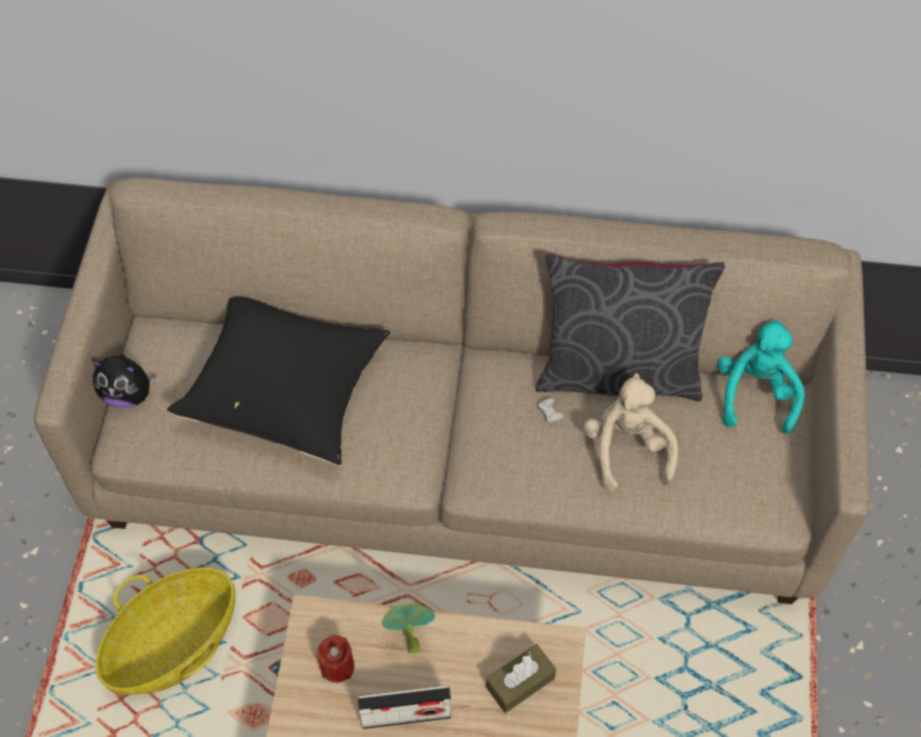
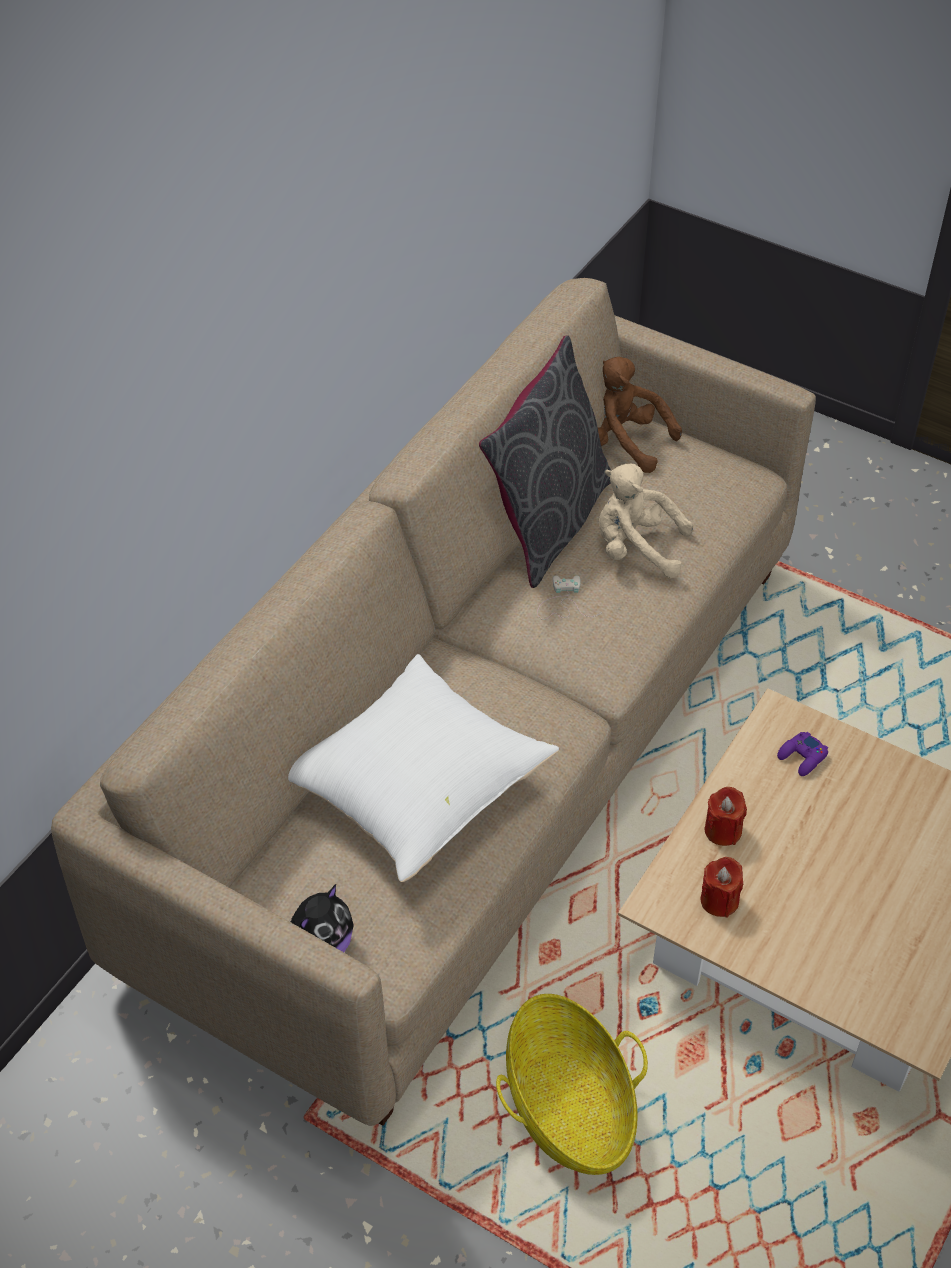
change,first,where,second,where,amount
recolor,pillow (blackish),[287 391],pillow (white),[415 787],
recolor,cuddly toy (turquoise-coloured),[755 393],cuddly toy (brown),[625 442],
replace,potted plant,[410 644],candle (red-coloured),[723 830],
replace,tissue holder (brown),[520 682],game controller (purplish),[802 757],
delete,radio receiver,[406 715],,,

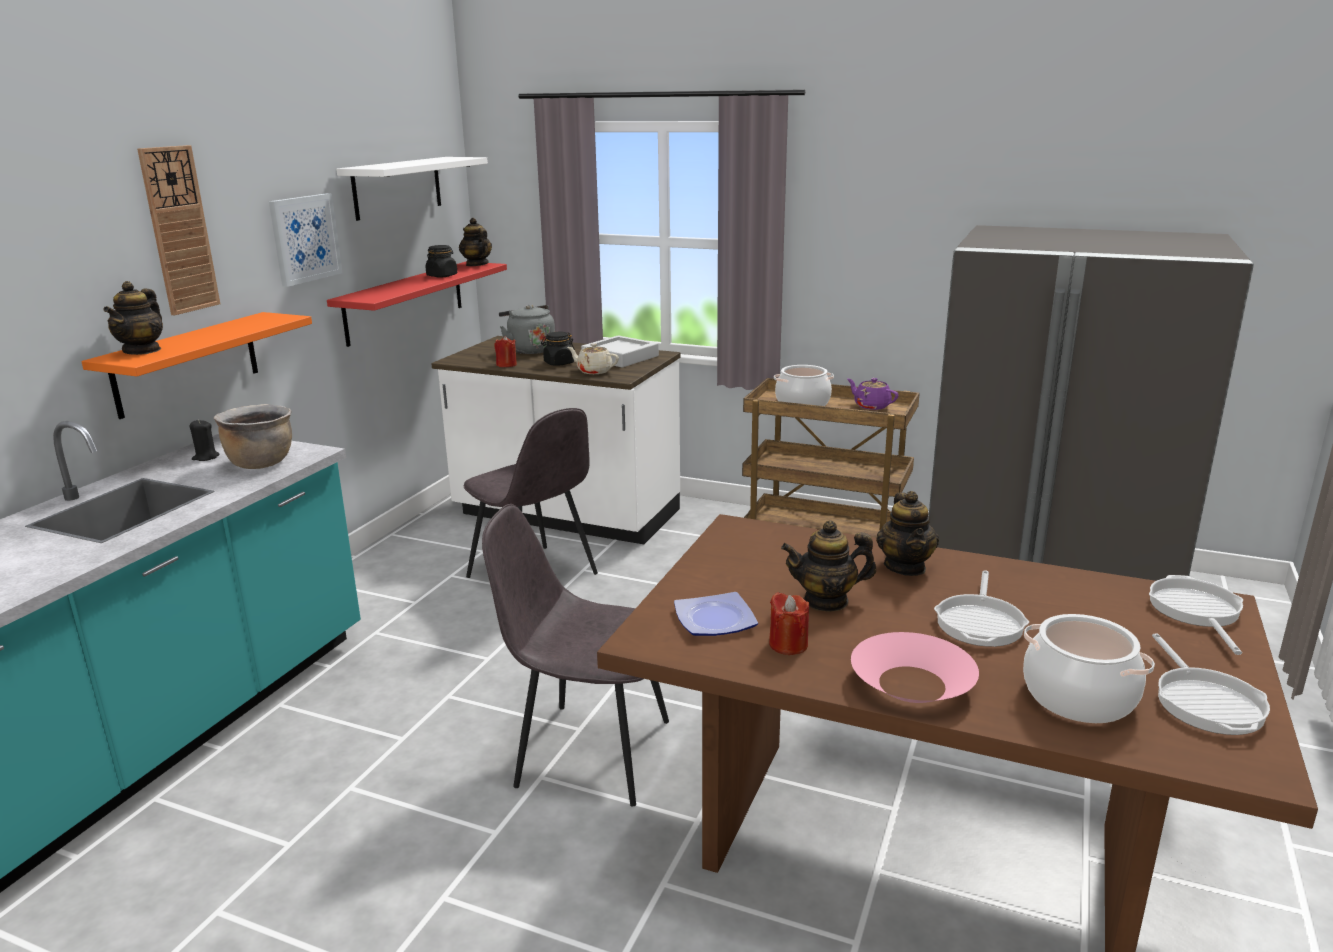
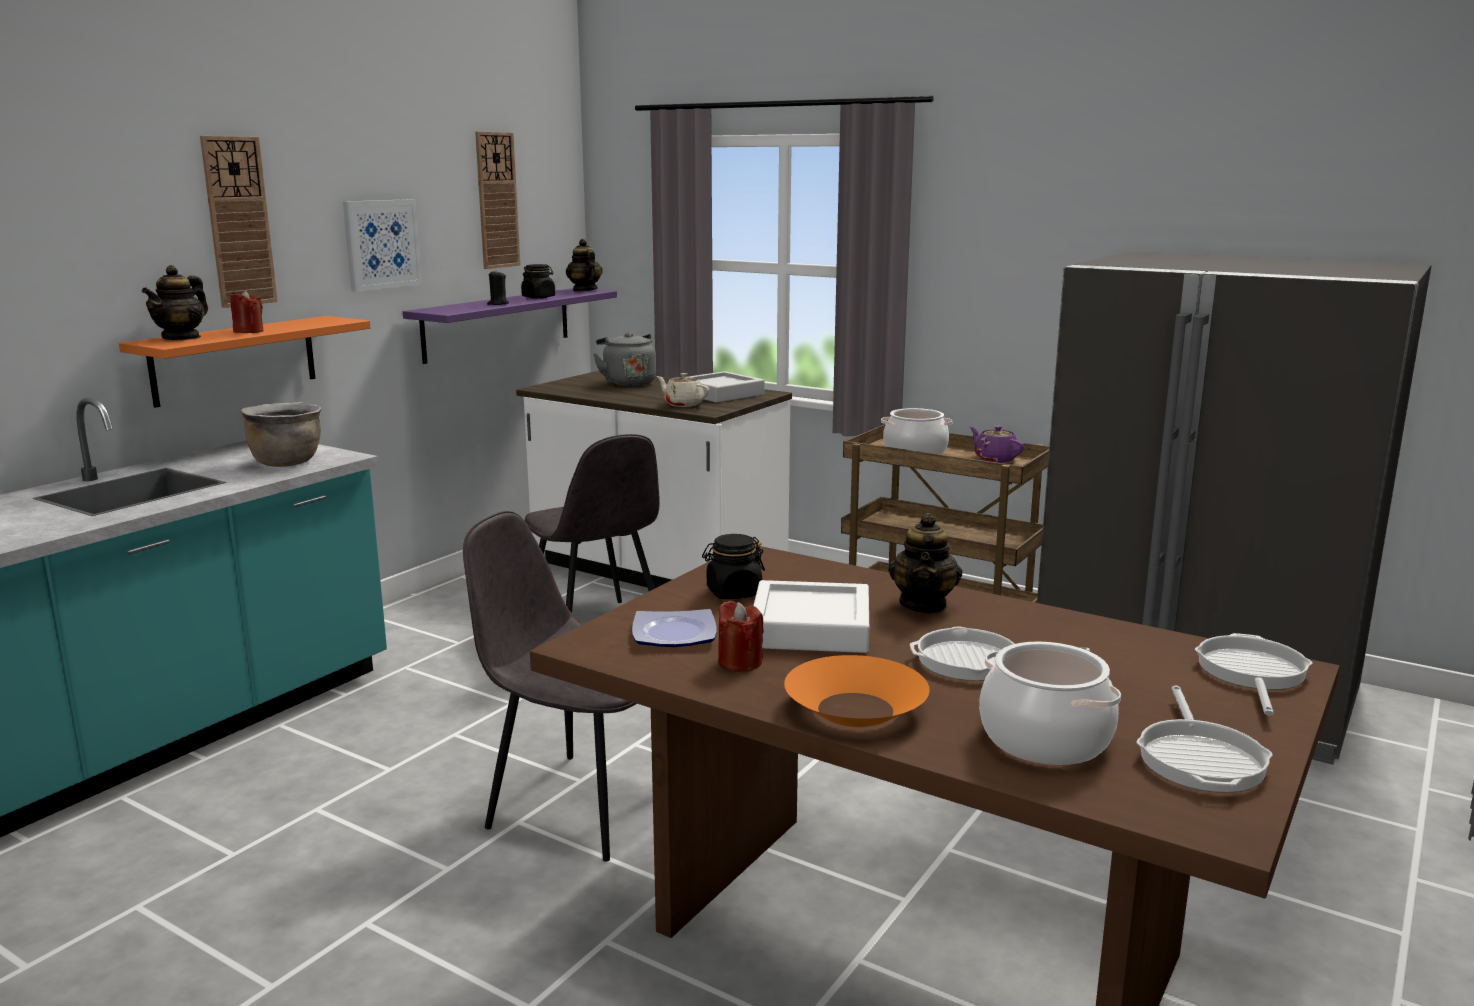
change,first,where,second,where,amount
replace,bracket shelf (white),[397 187],wall clock,[497 200],
recolor,bracket shelf (red-coloured),[405 302],bracket shelf (purplish),[498 324],
move,jar (blackish),[558 363],,[733 593],
move,candle (red-coloured),[506 365],,[248 331],
move,candle (blackish),[205 457],,[498 304],
replace,teapot,[826 601],tray (white),[810 628],
rotate,skillet,[980 622],,[976 661],60 degrees clockwise
recolor,serving bowl (pink-coloured),[911 684],serving bowl (orangey),[855 709],

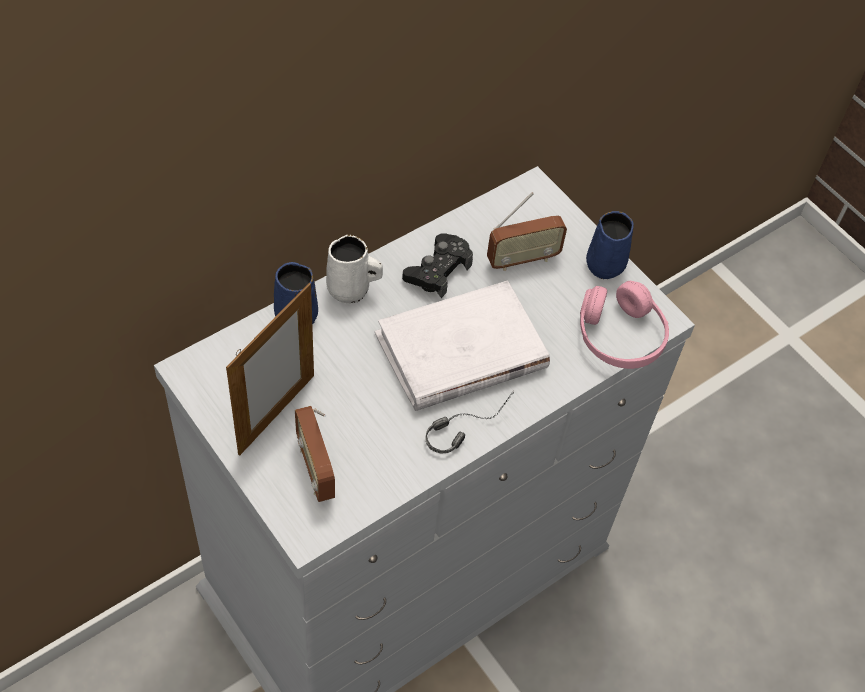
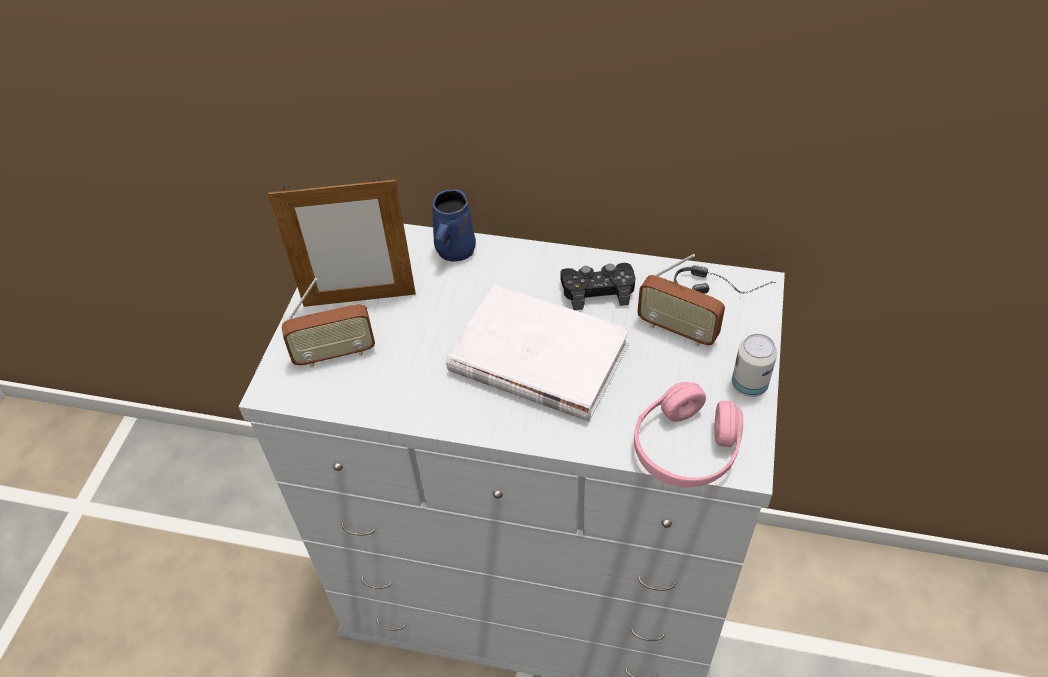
change,first,where,second,where,amount
replace,coffee mug (bluish),[606 263],sealed can,[749 385],
delete,coffee mug (white),[351 290],,,
move,headphones,[466 422],,[722 286],
rotate,radio receiver,[316 469],,[335 354],135 degrees counterclockwise

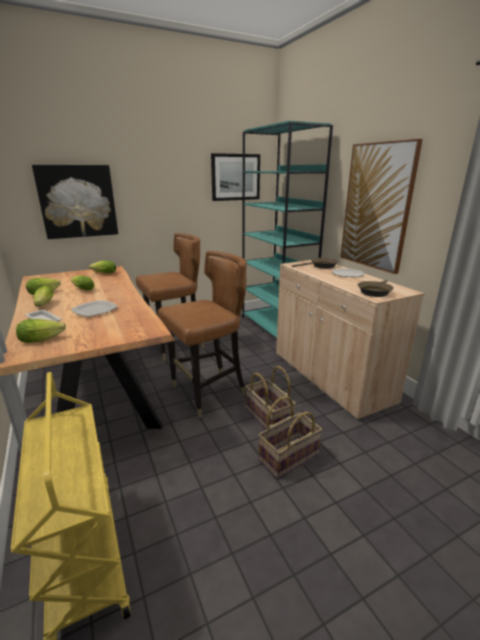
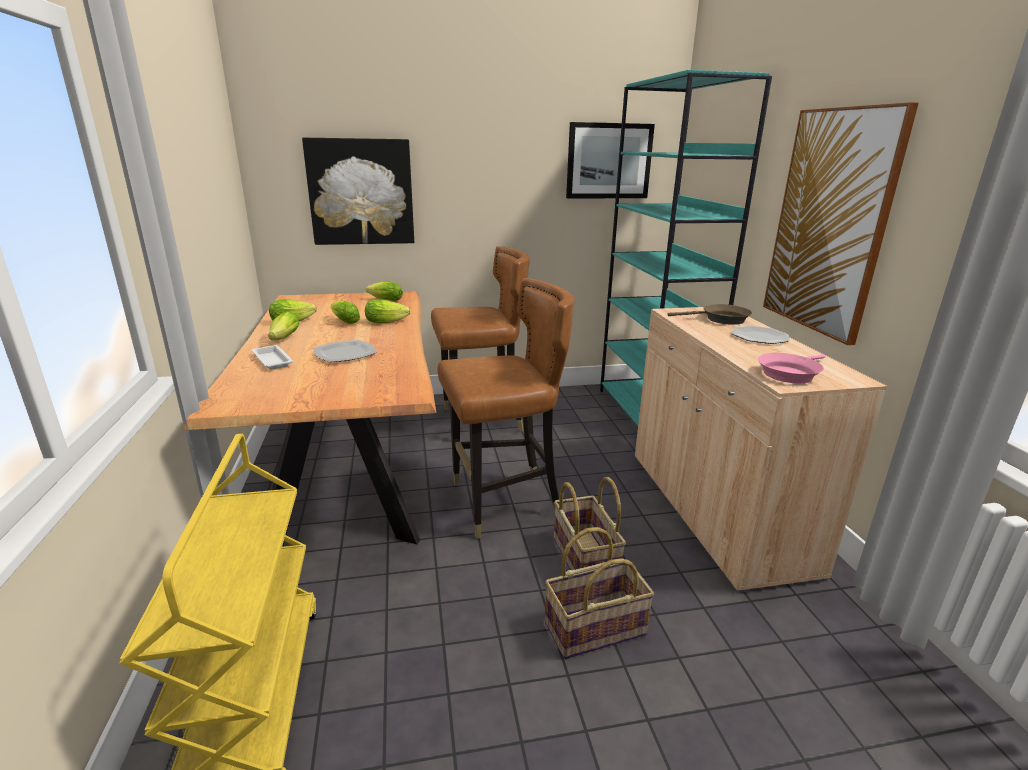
change,first,where,second,where,amount
recolor,skillet (brown),[374 292],skillet (pink-coloured),[790 373],
move,lettuce,[44 339],,[388 322],

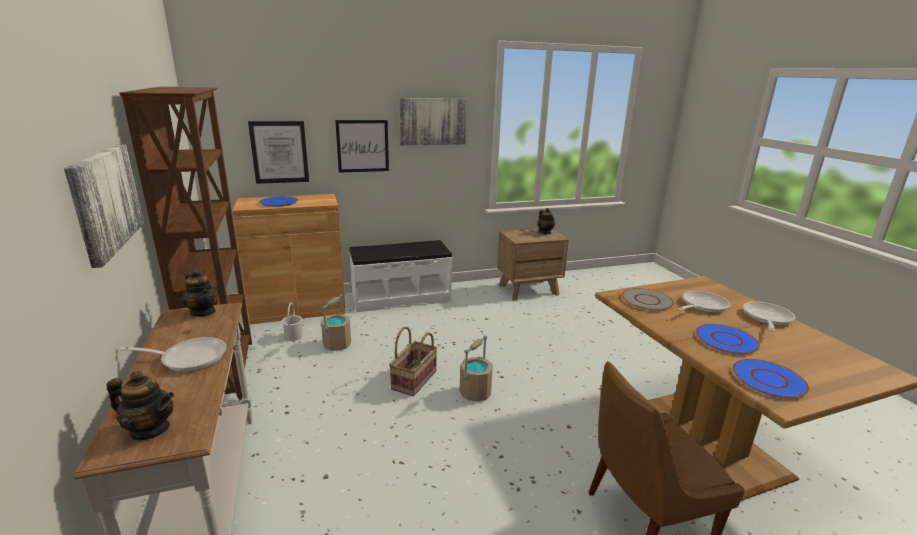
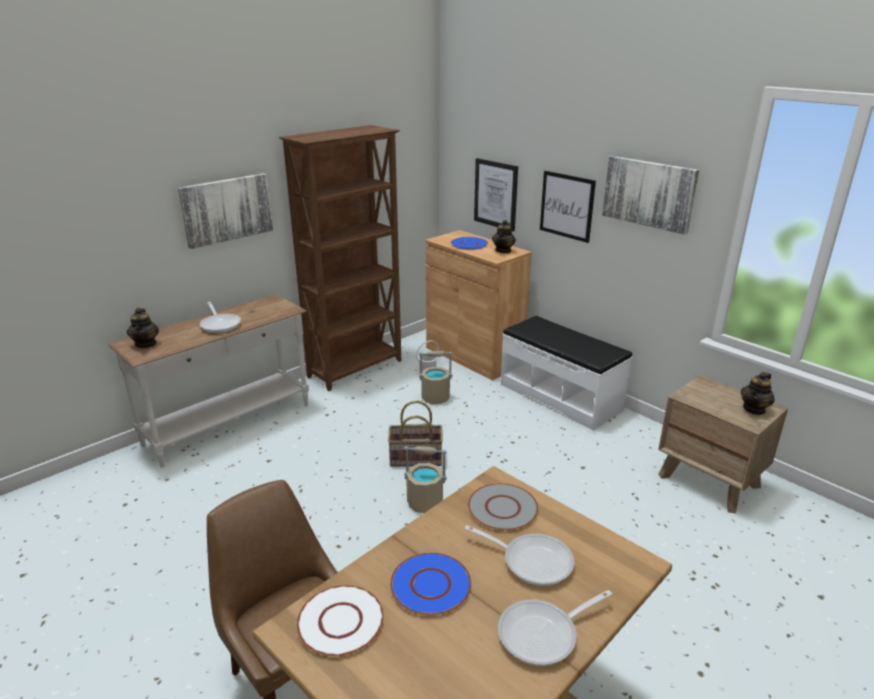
change,first,where,second,where,amount
move,teapot,[203 312],,[503 250],
rotate,skillet,[766 318],,[544 634],150 degrees clockwise
recolor,plate (bluish),[768 379],plate (white),[340 621],

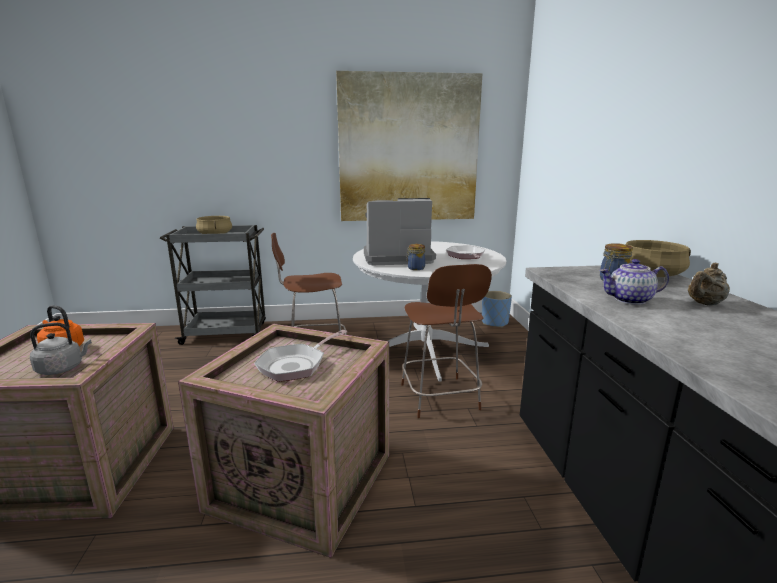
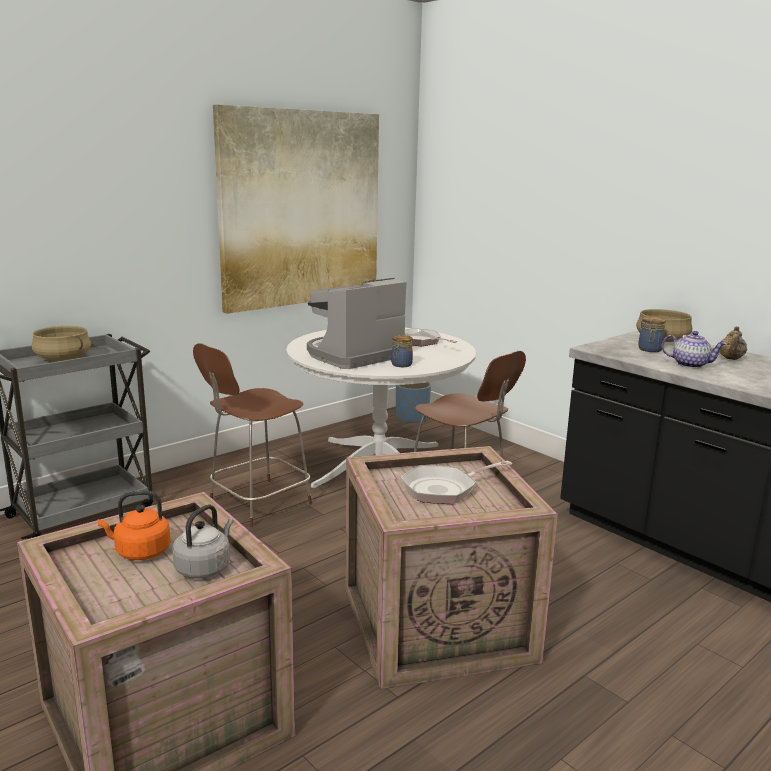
change,first,where,second,where,amount
rotate,teapot,[629 300],,[690 365],120 degrees counterclockwise
rotate,skillet,[296 365],,[444 489],60 degrees clockwise

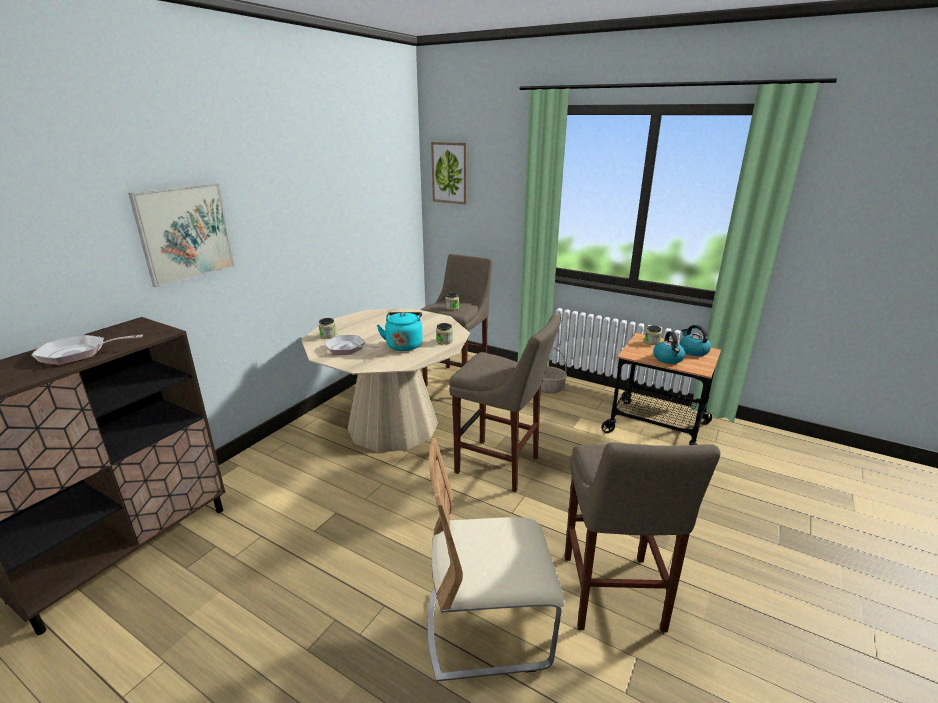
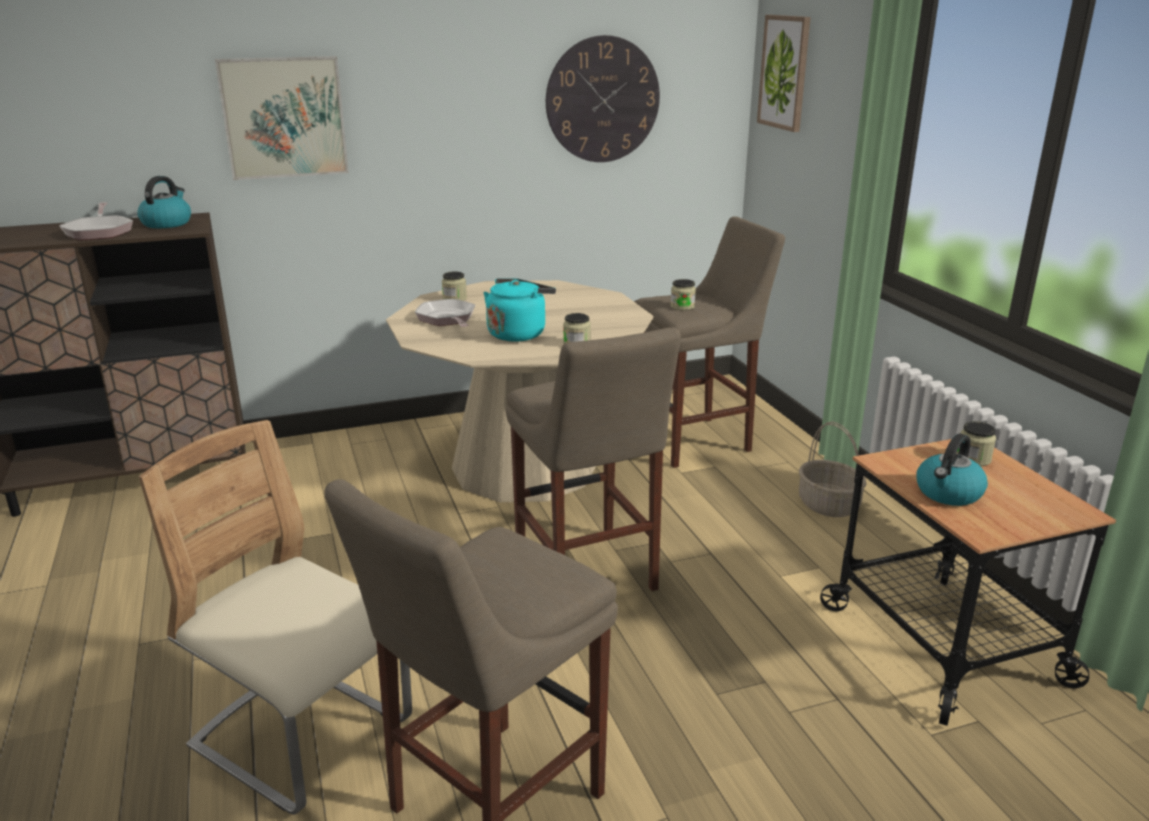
change,first,where,second,where,amount
move,water kettle,[693 351],,[167 223],
rotate,skillet,[78 353],,[99 231],135 degrees counterclockwise
insert,,,wall clock,[602 100],

